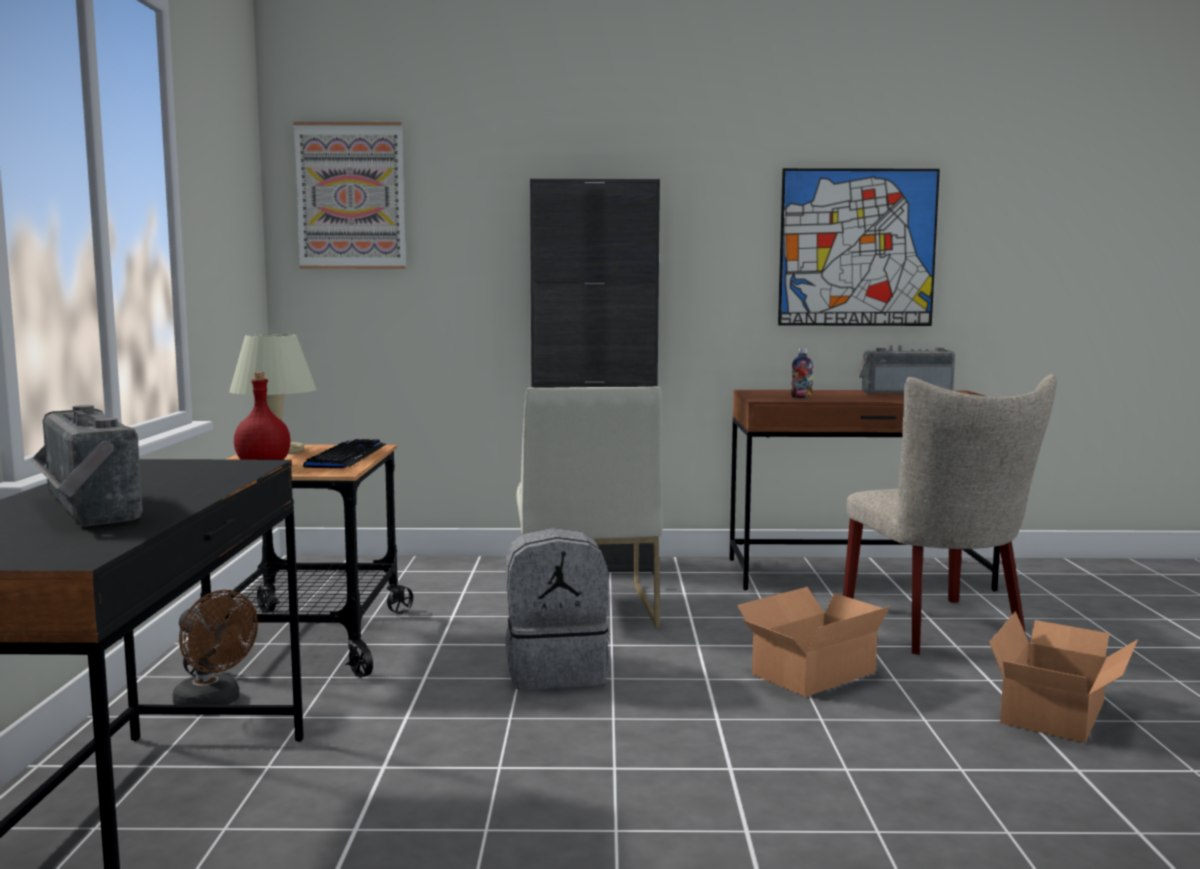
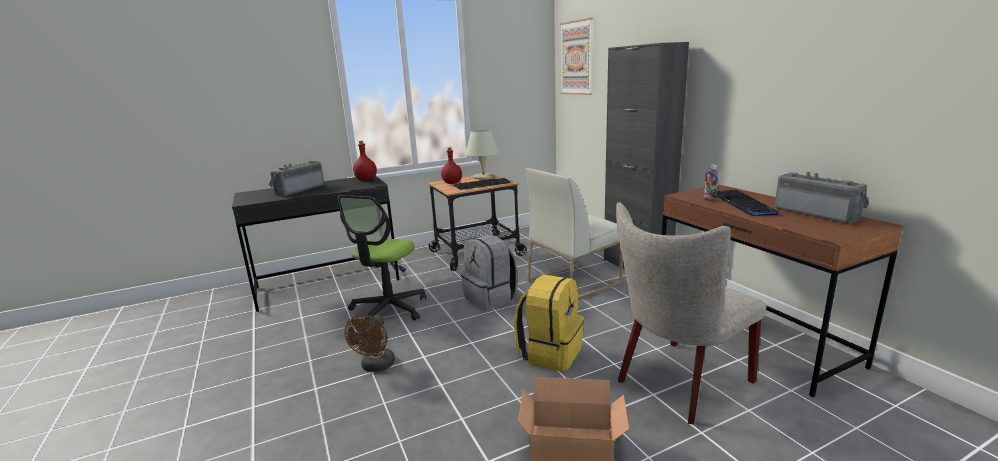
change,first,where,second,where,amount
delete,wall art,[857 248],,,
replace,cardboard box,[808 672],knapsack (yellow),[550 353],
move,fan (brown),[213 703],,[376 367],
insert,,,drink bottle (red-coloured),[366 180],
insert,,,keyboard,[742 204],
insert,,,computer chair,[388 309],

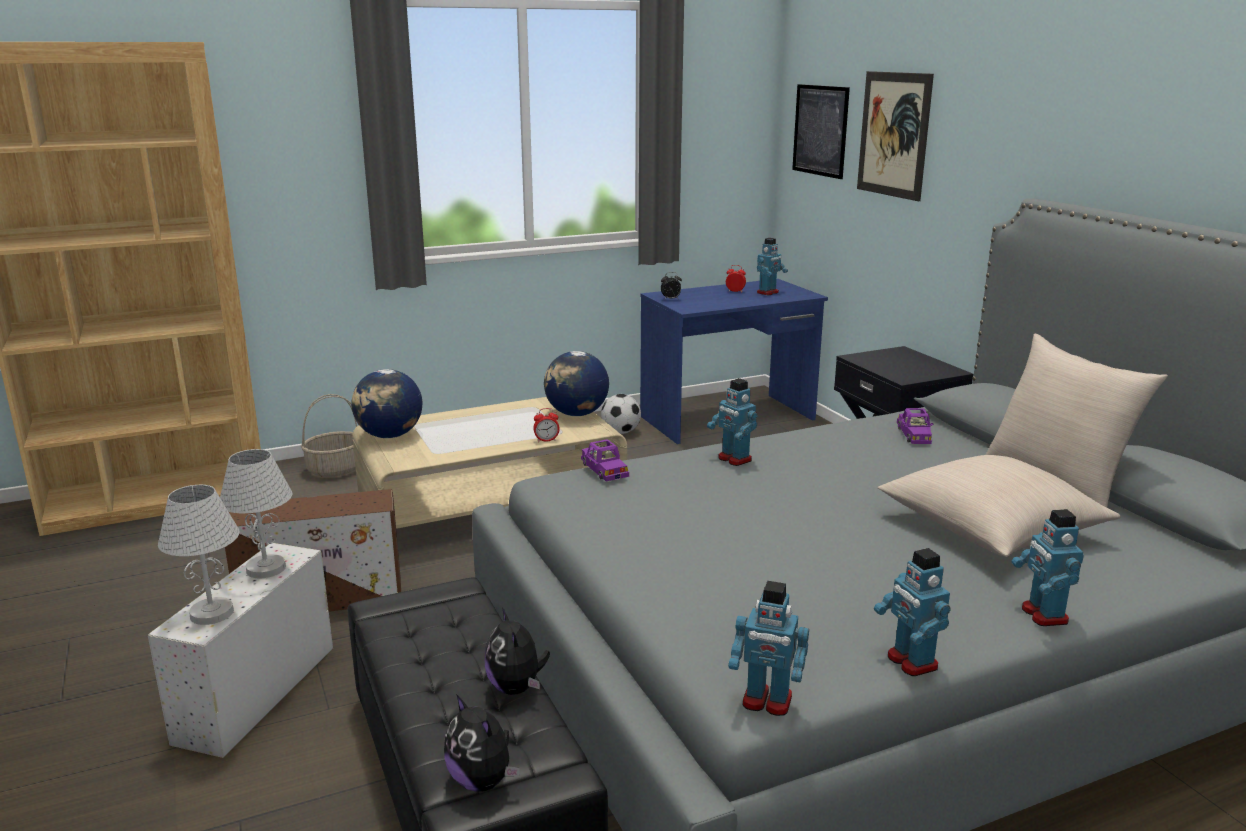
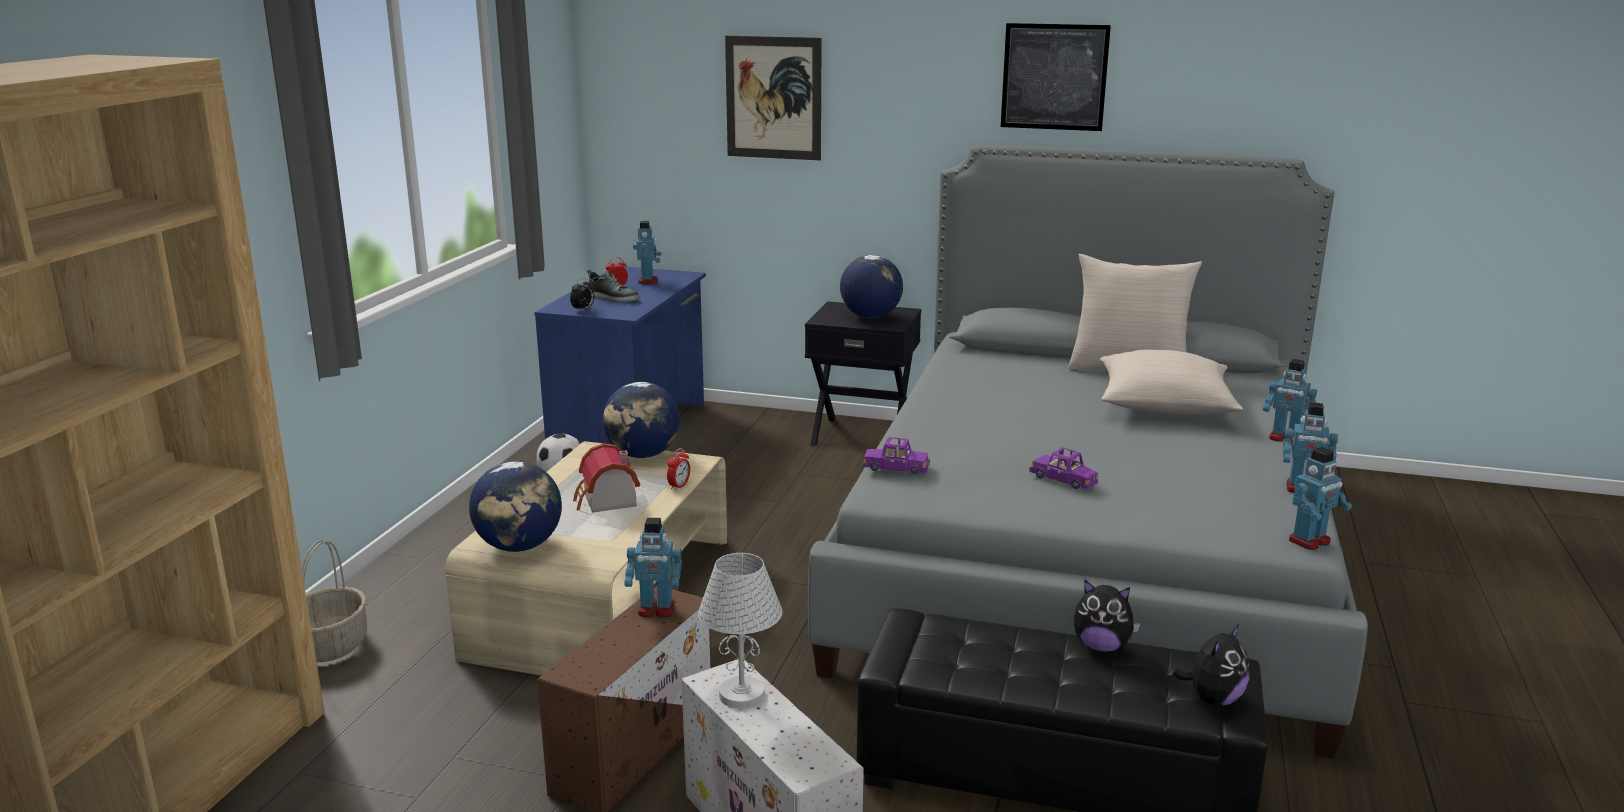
change,first,where,second,where,amount
move,wall art,[820 130],,[1054 77],
move,toy robot,[734 459],,[656 610],
move,toy car (purplish),[914 435],,[1063 479],
delete,lamp for a table (white),[211 613],,,
rotate,cuddly toy,[482 781],,[1212 699],45 degrees counterclockwise
insert,,,desk globe,[870 317],
insert,,,item of footwear,[613 297],
insert,,,model house,[606 501],

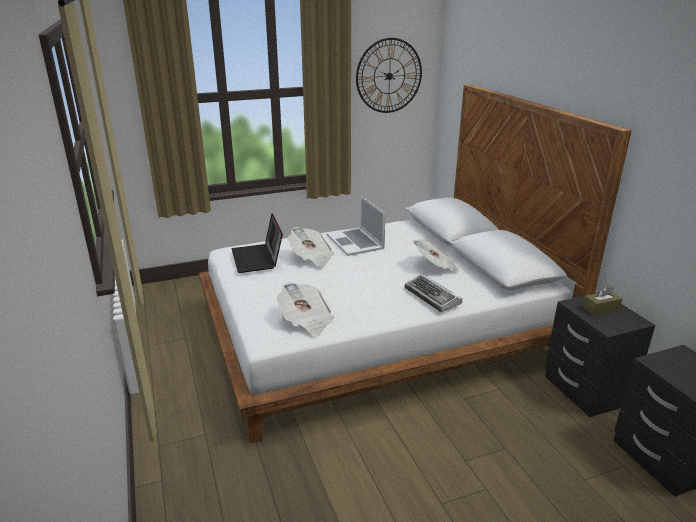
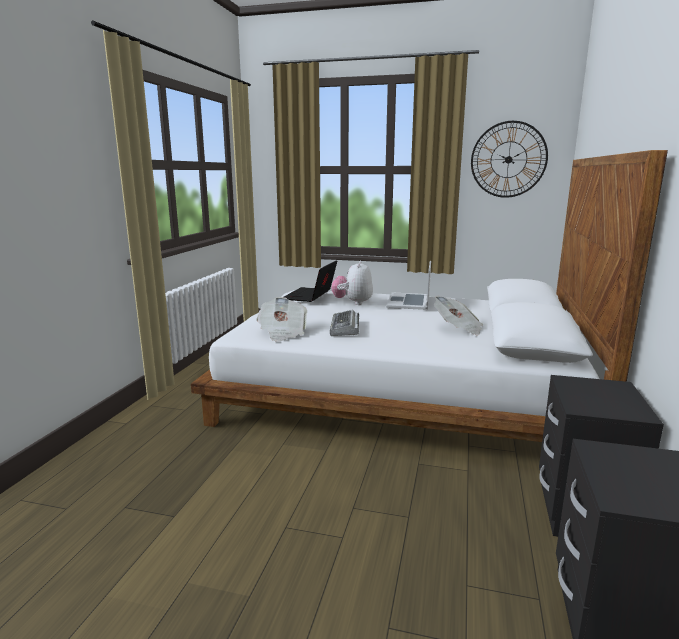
change,first,where,second,where,amount
replace,daily paper,[311 258],cuddly toy,[353 303],
move,keyboard,[433 297],,[345 328],
delete,tissue holder (brown),[600 309],,,

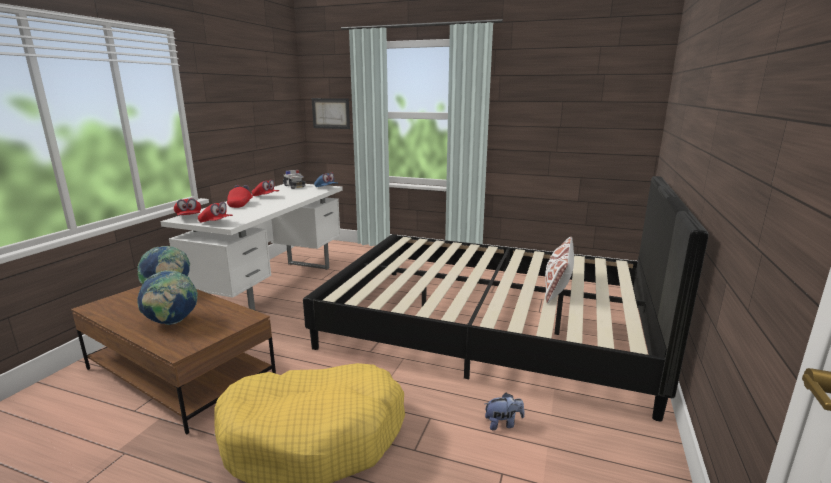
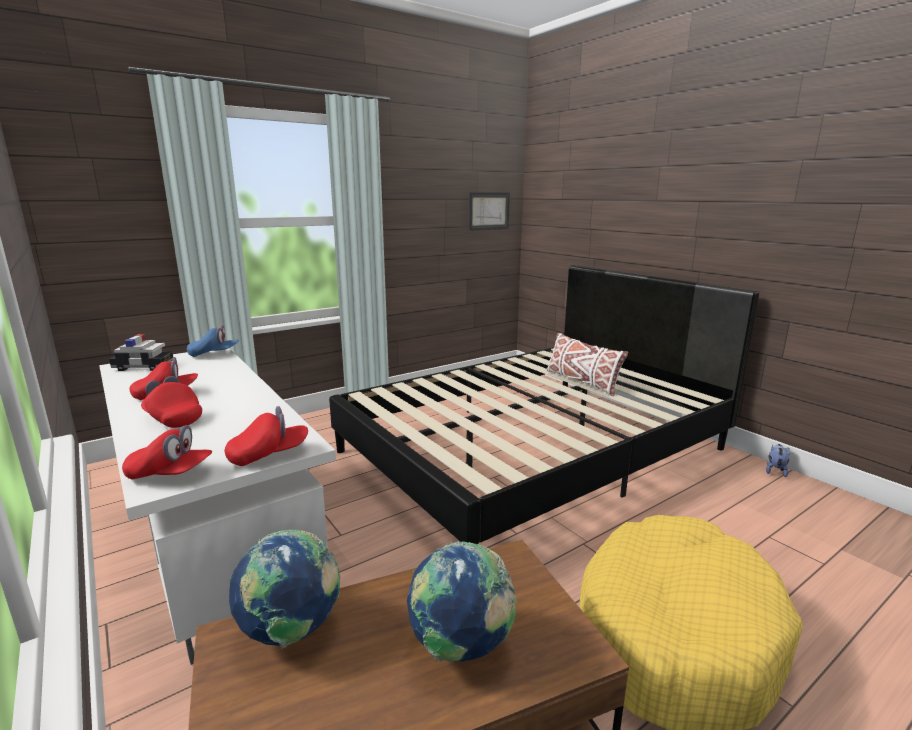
change,first,where,second,where,amount
move,wall art,[331 113],,[488 211],
move,cuddly toy,[503 423],,[775 470],

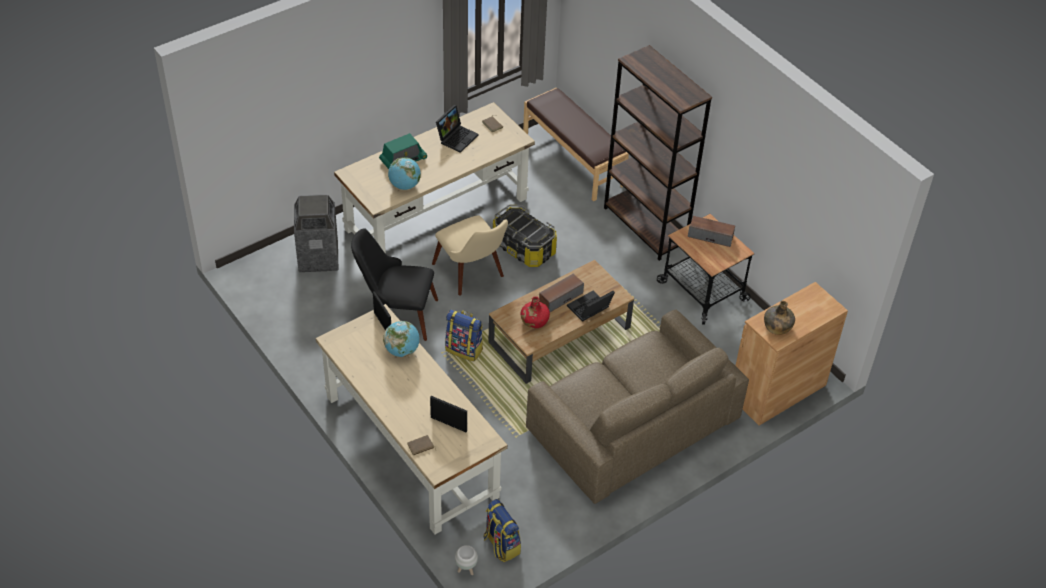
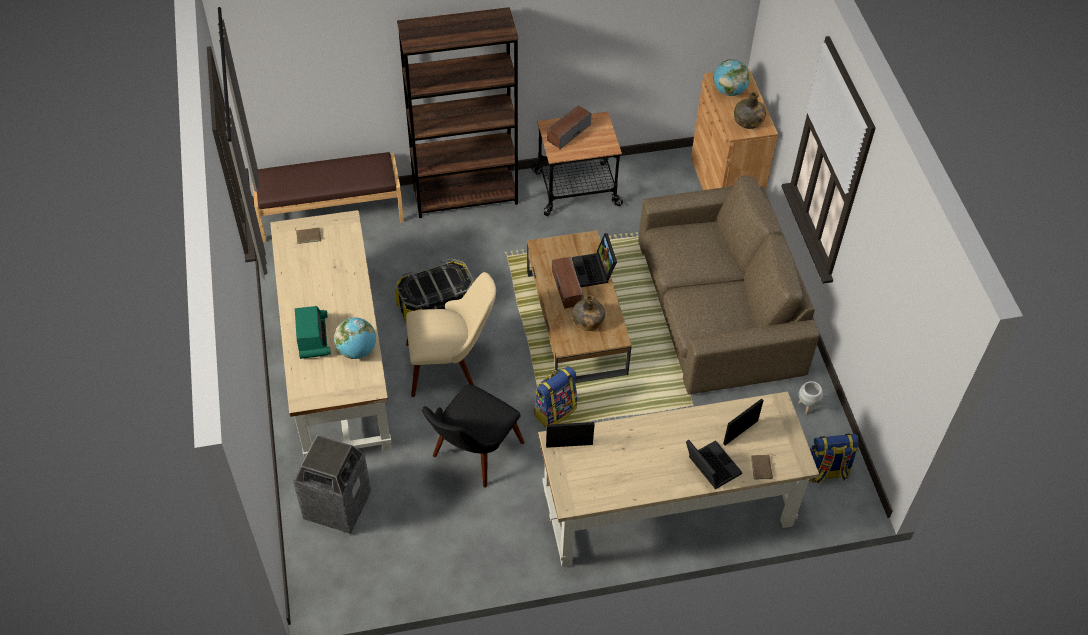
change,first,where,second,where,amount
move,notebook computer,[457 137],,[710 466],
recolor,drink bottle (red-coloured),[534 321],drink bottle (green),[587 321],
move,desk globe,[402 350],,[729 91],
move,planter (white),[466 570],,[806 407],

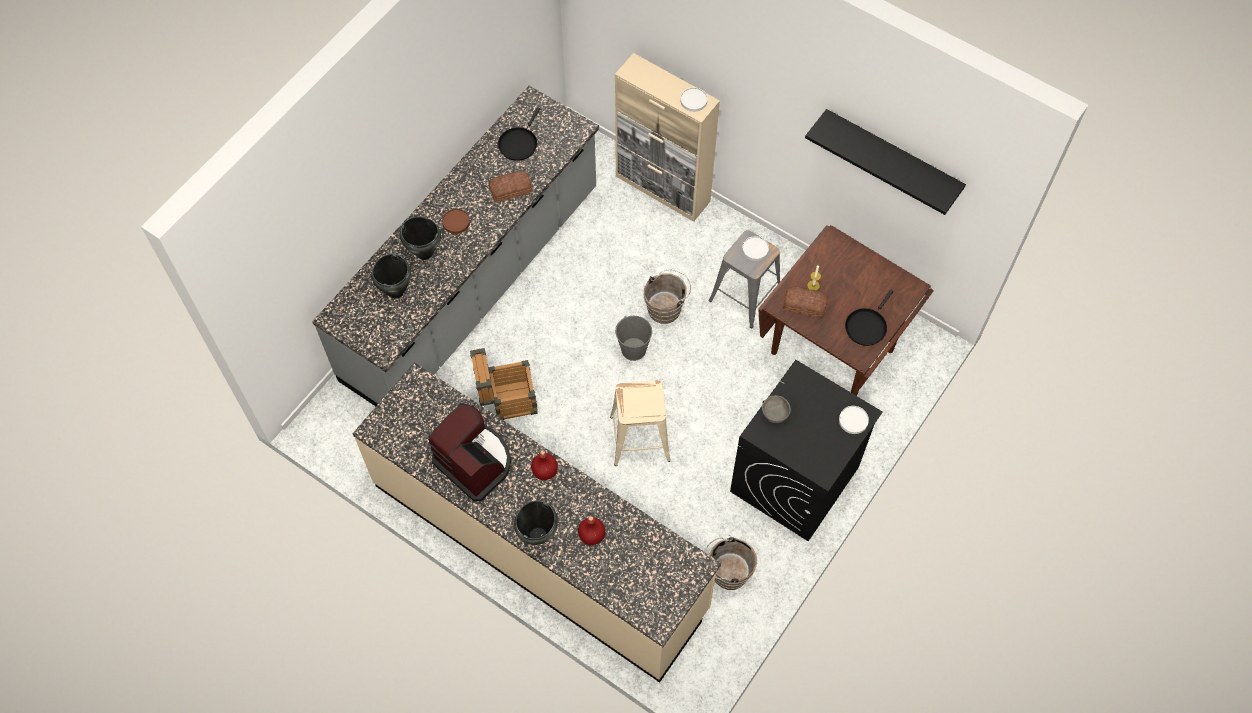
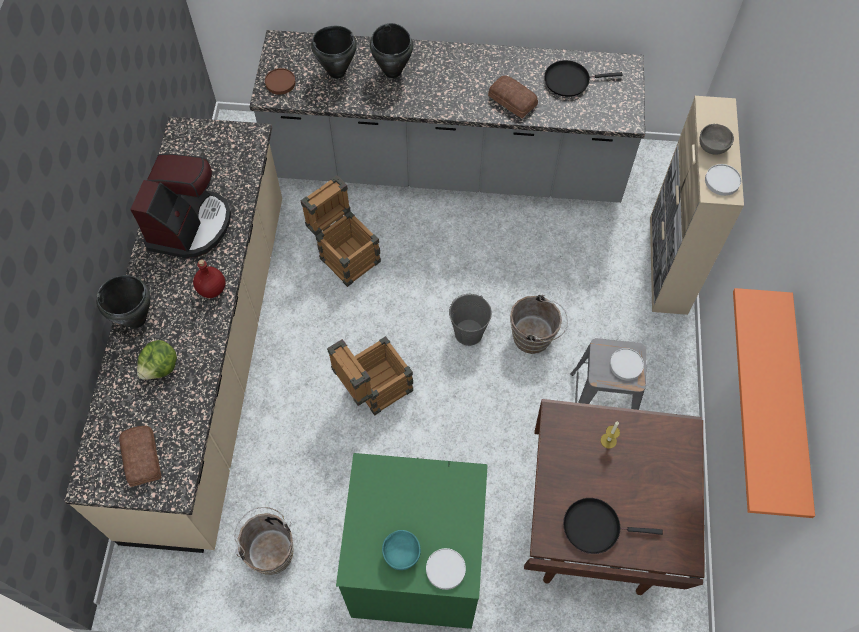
change,first,where,second,where,amount
recolor,bracket shelf (blackish),[892 156],bracket shelf (orangey),[794 408],
move,plate (brown),[456 222],,[280 83],
move,baked bread,[804 303],,[143 457],
recolor,washing machine (blackish),[794 480],washing machine (green),[415 565],
replace,stool seat (beige-coloured),[639 439],packing crate,[373 389],
move,serving bowl (grey),[775 414],,[713 147],
replace,drink bottle (red-coloured),[591 535],lettuce,[161 367],
insert,,,serving bowl (turquoise-coloured),[402 553],

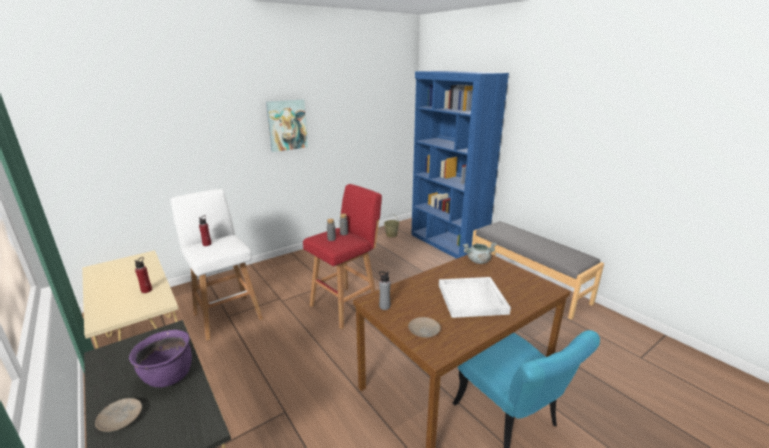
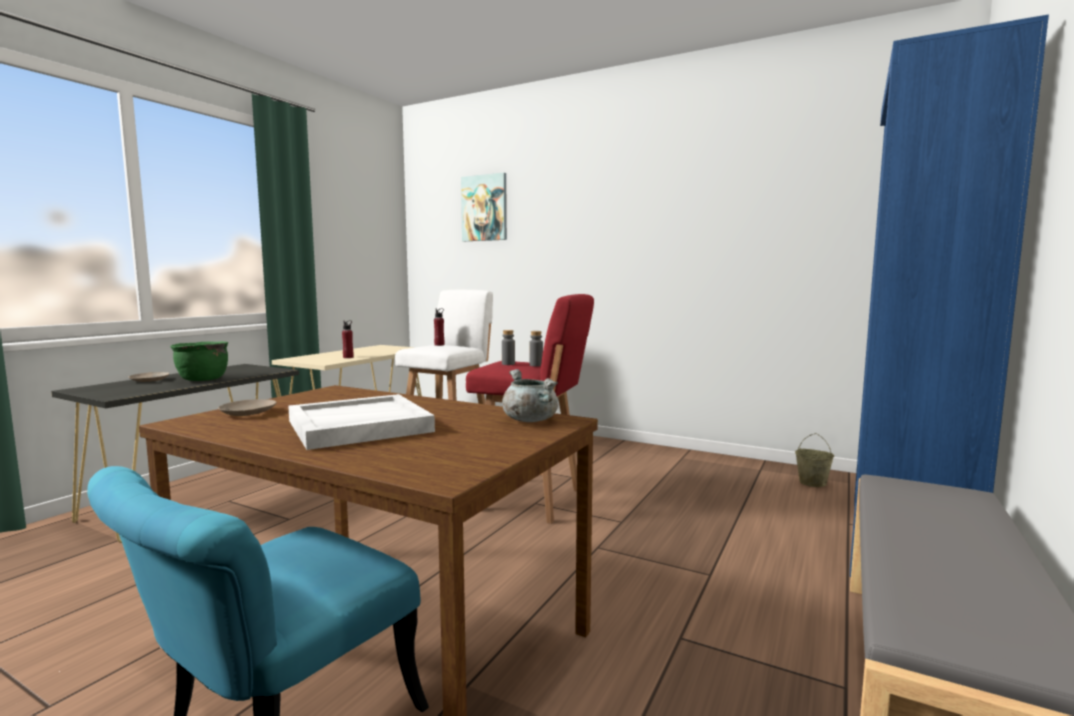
change,first,where,second,where,amount
move,wall art,[287 125],,[484 208],
delete,drink bottle (grey),[384 306],,,
recolor,cooking pot (purplish),[168 377],cooking pot (green),[202 379],

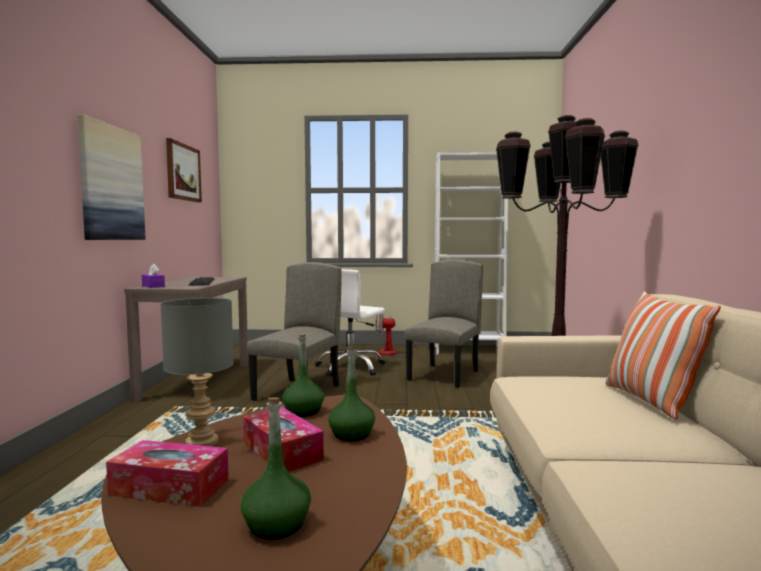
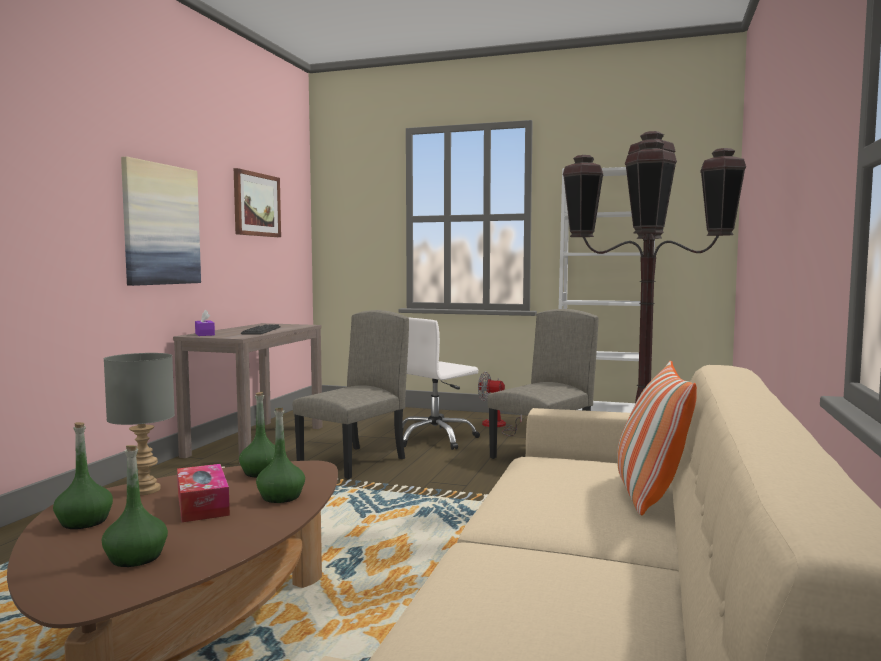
change,first,where,second,where,amount
replace,tissue holder,[170 487],drink bottle (green),[84 522],

